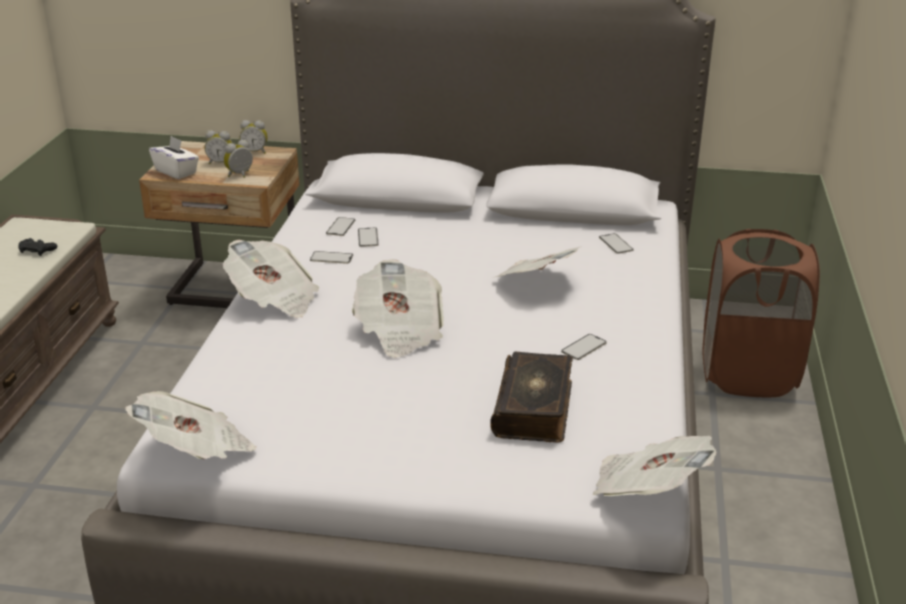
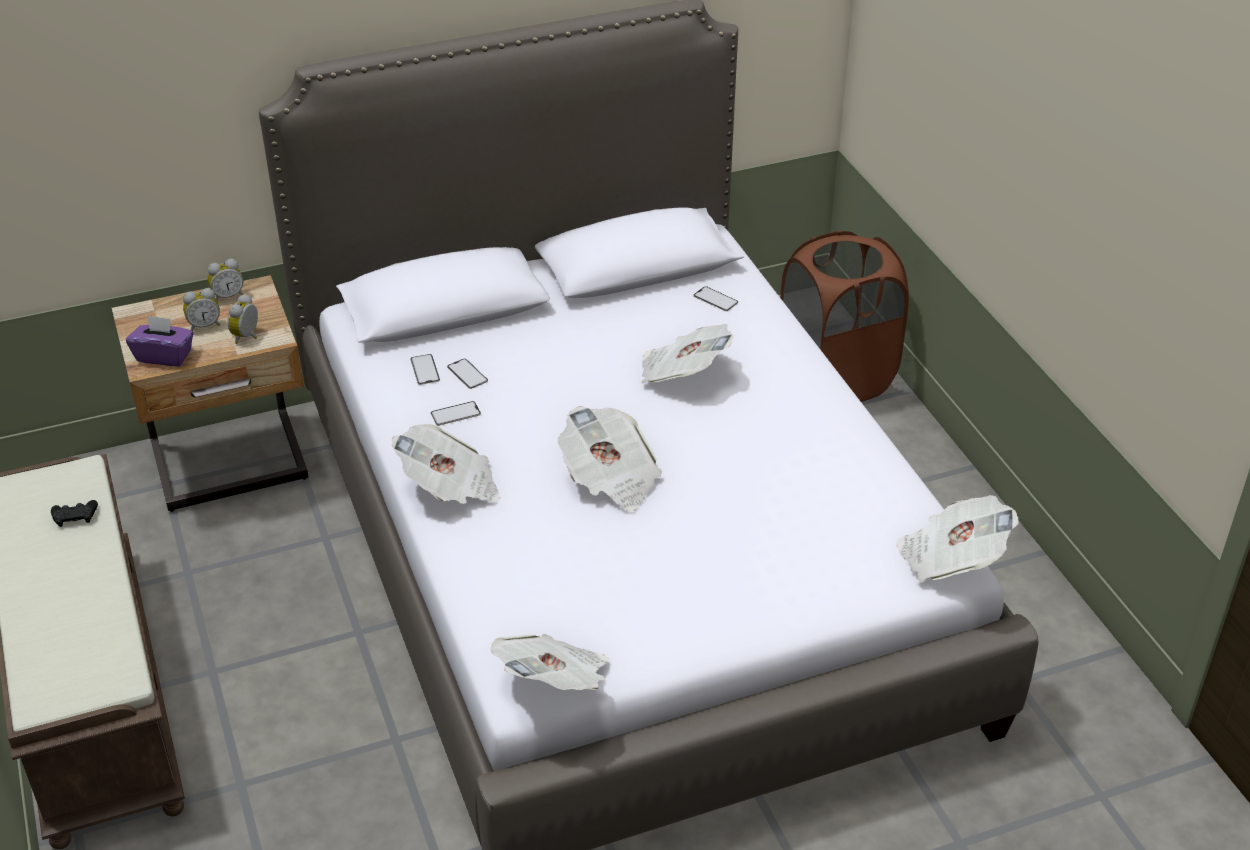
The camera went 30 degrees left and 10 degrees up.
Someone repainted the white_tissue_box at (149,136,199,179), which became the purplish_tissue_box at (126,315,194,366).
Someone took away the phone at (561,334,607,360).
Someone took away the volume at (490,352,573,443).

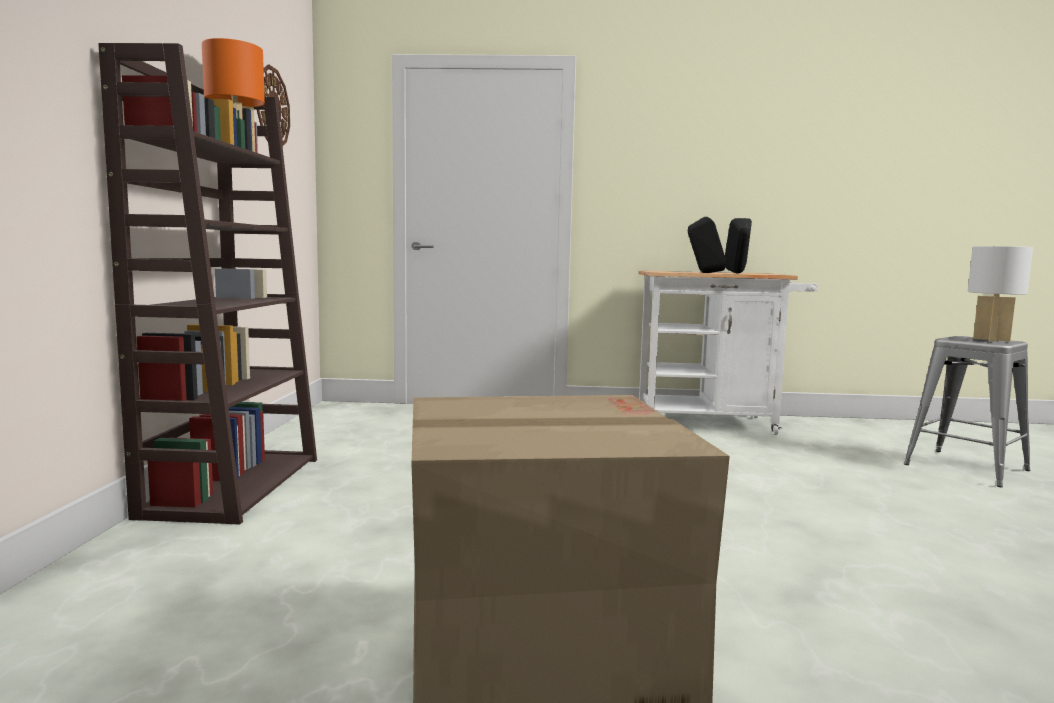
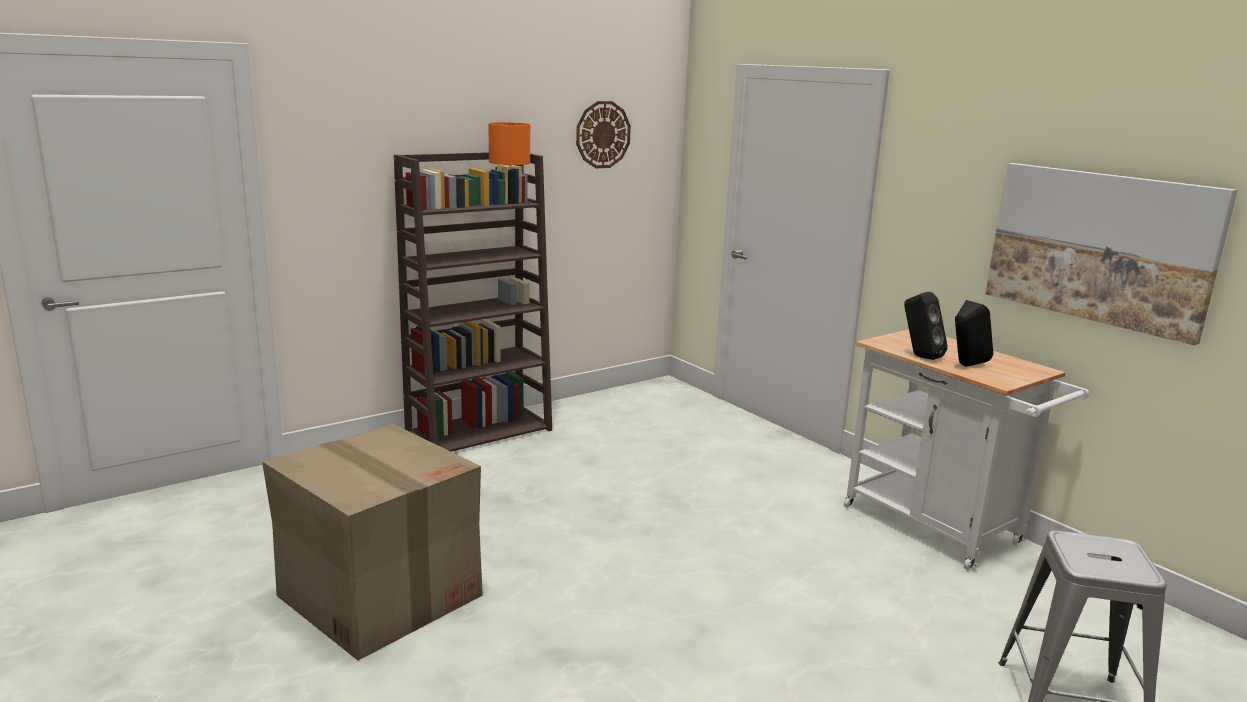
The camera went 50 degrees right and 10 degrees up.
Someone took away the white_table_lamp at (968,246,1033,341).
Someone put up the wall_art at (986,163,1238,345).

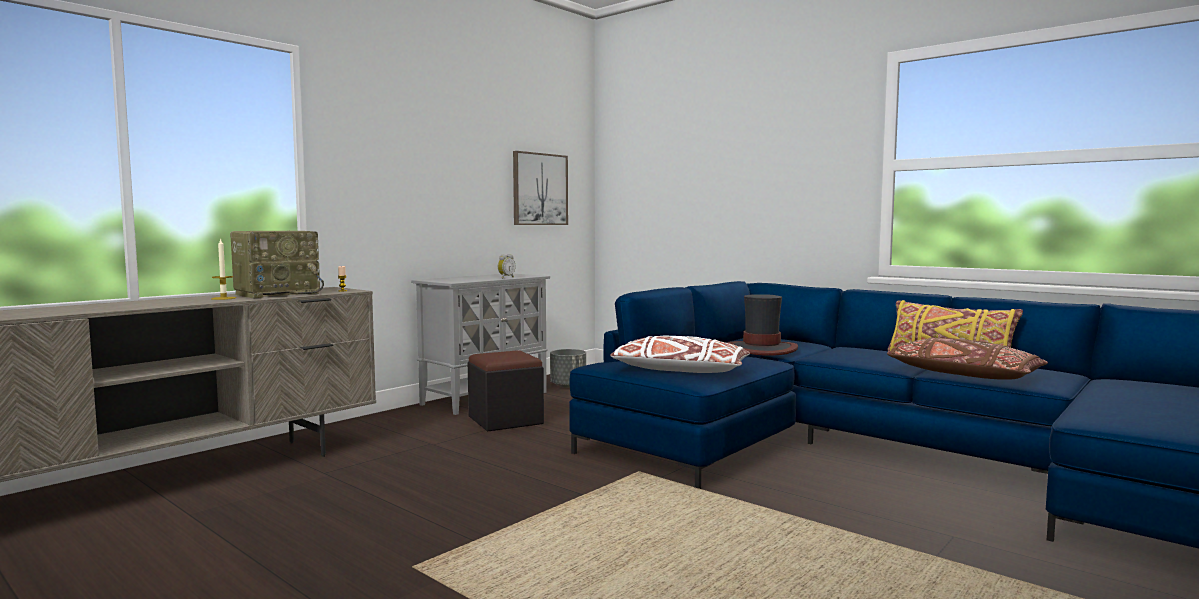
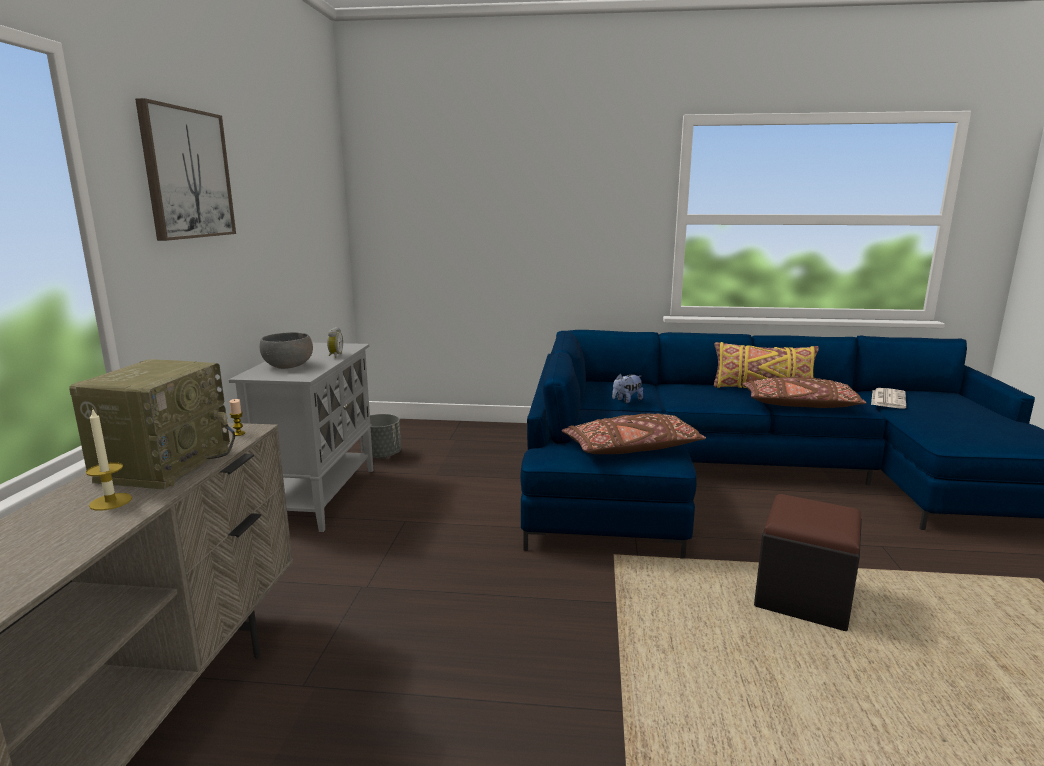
The camera went 35 degrees left and 10 degrees up.
Someone carried the wall_art from (513,151,568,225) to (135,98,236,241).
Someone swapped the clothing_hat at (727,294,798,356) for the cuddly_toy at (612,373,643,403).
Someone repainted the white_cushion at (610,336,750,373), which became the brownish_cushion at (562,413,706,454).
Someone carried the black-coloured_ottoman from (468,350,544,432) to (754,494,862,631).
Someone put down the gray_deep_dish at (259,332,313,369).
Someone put down the newspaper at (871,388,906,408).

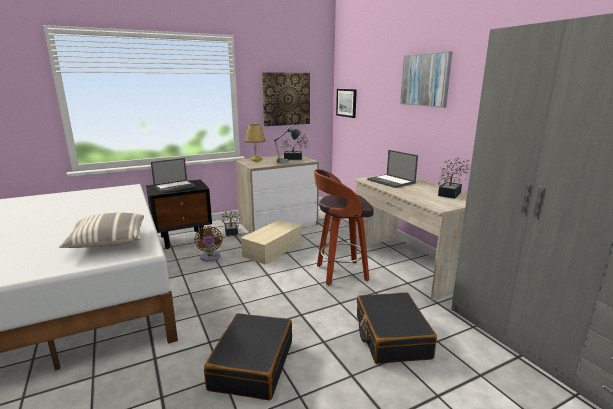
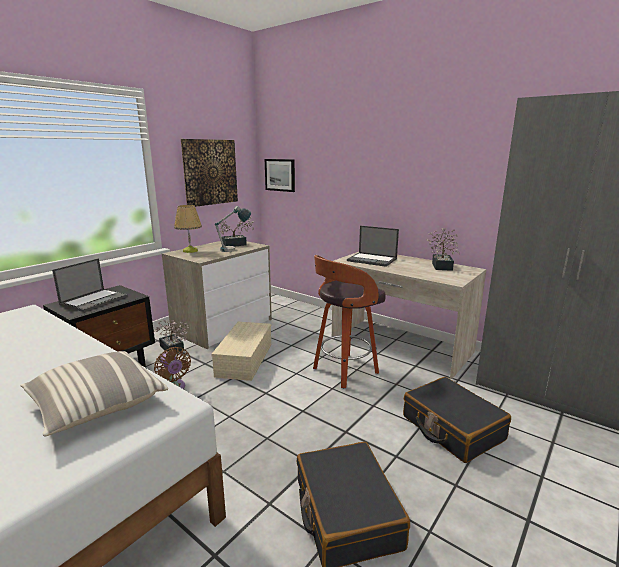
The camera went 25 degrees left and 0 degrees up.
Someone took away the wall_art at (400,51,453,108).

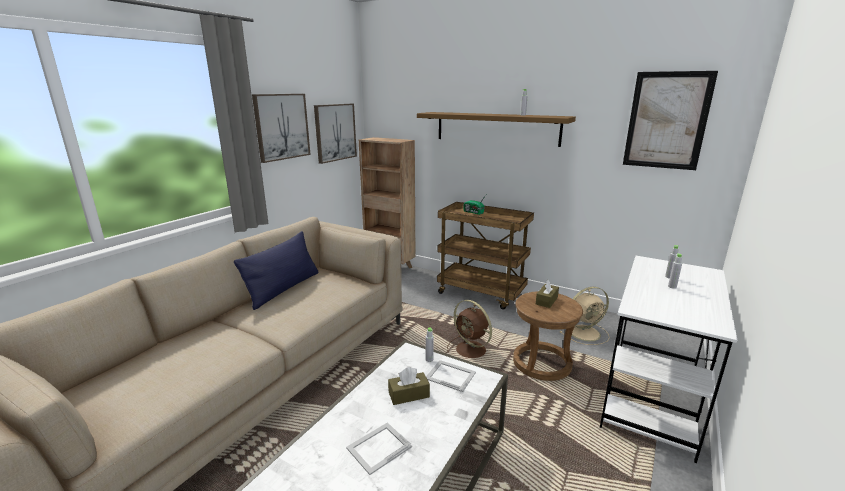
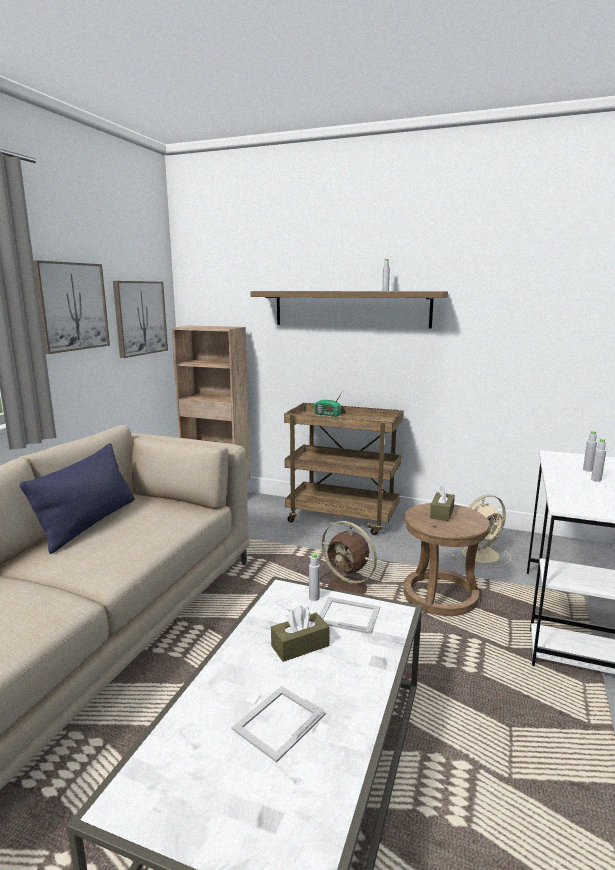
The camera went 10 degrees left and 5 degrees down.
Someone took away the wall_art at (623,71,718,170).

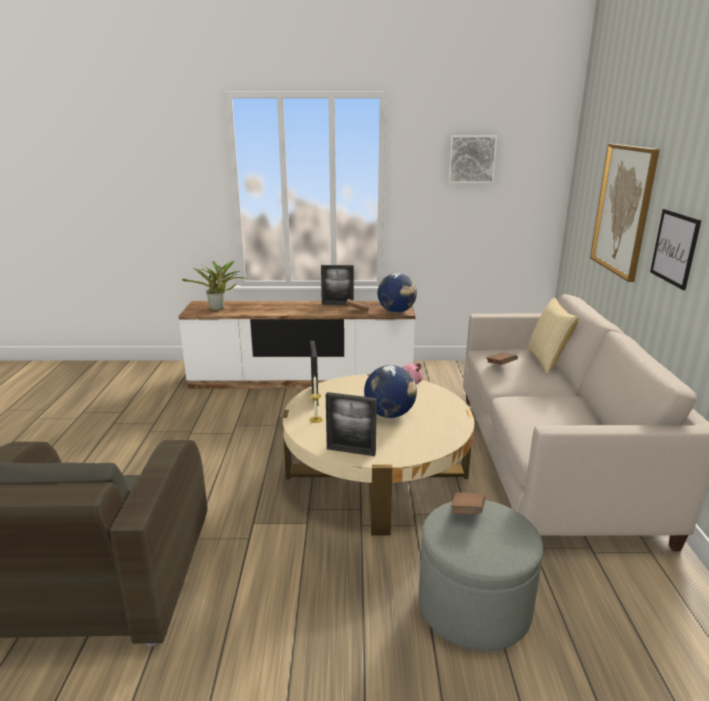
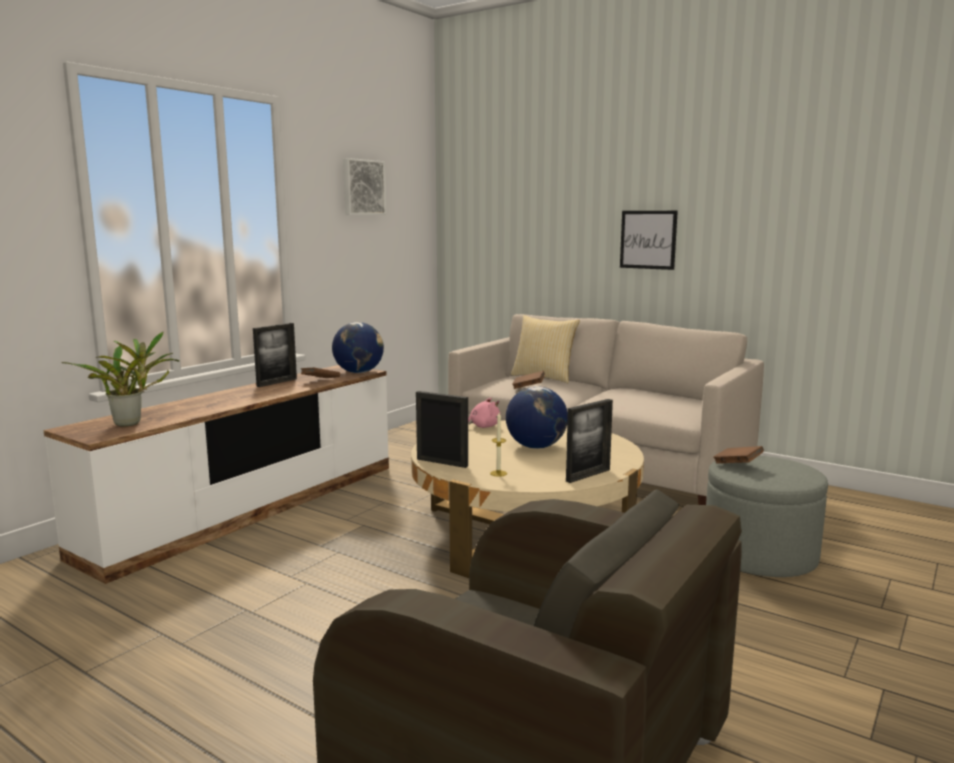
The camera went 55 degrees left and 10 degrees down.
Someone took away the wall_art at (590,144,660,282).

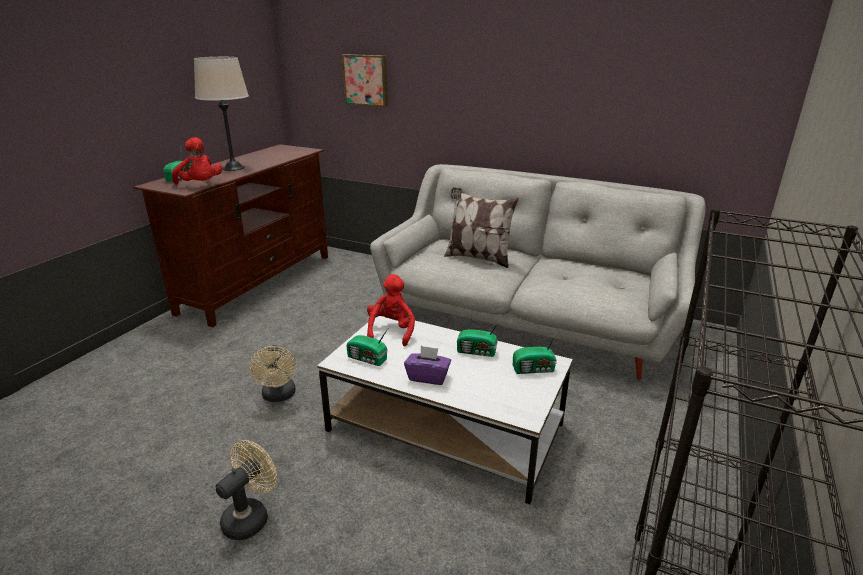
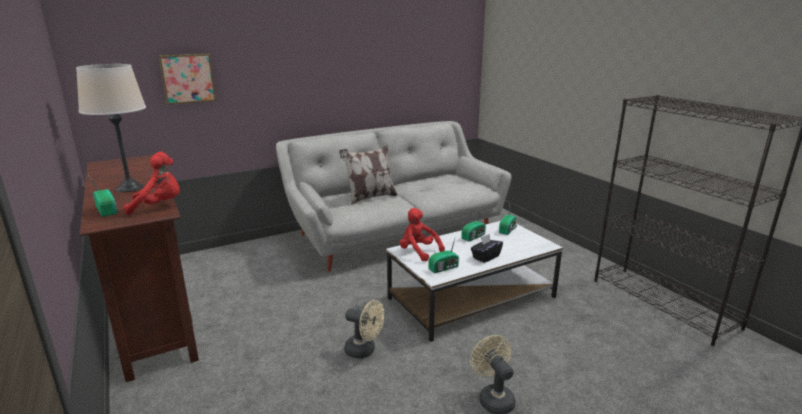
The camera went 55 degrees left and 5 degrees down.
Someone repainted the purplish_tissue_box at (404,346,451,385), which became the black-coloured_tissue_box at (471,234,503,263).

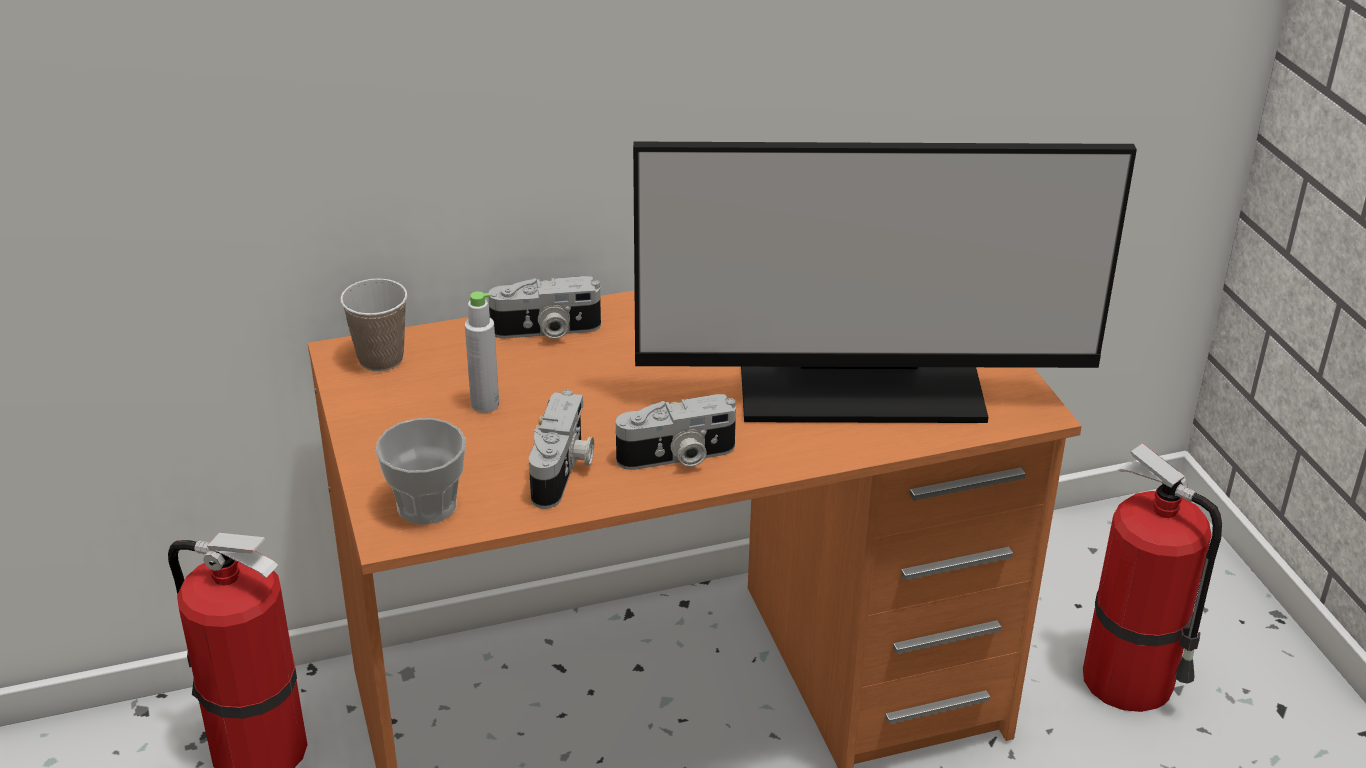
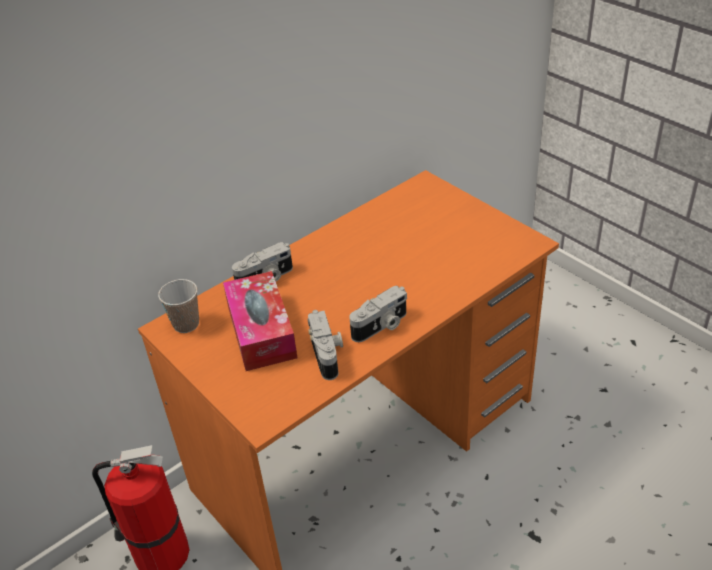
The camera went 20 degrees left and 5 degrees up.
Someone took away the computer_screen at (633,142,1137,423).
Someone swapped the gray_beverage_bottle at (465,291,499,413) for the tissue_box at (223,271,297,371).
Someone took away the drinking_cup at (376,418,466,525).
Someone took away the fire-fighting_cylinder at (1083,443,1222,712).

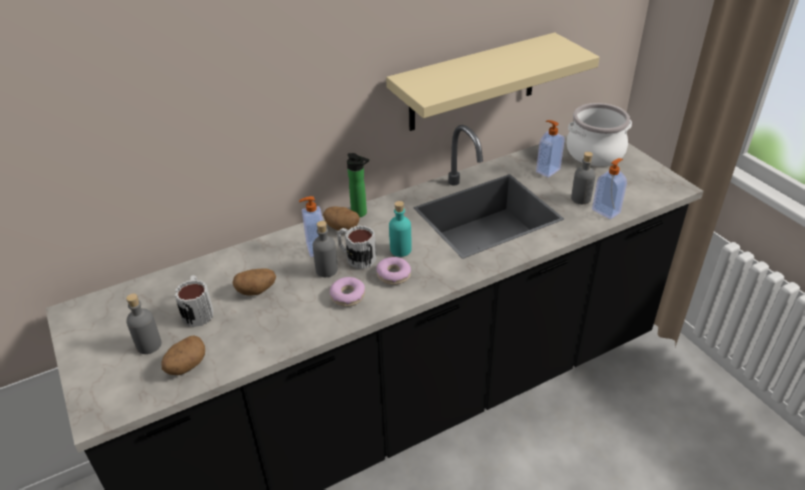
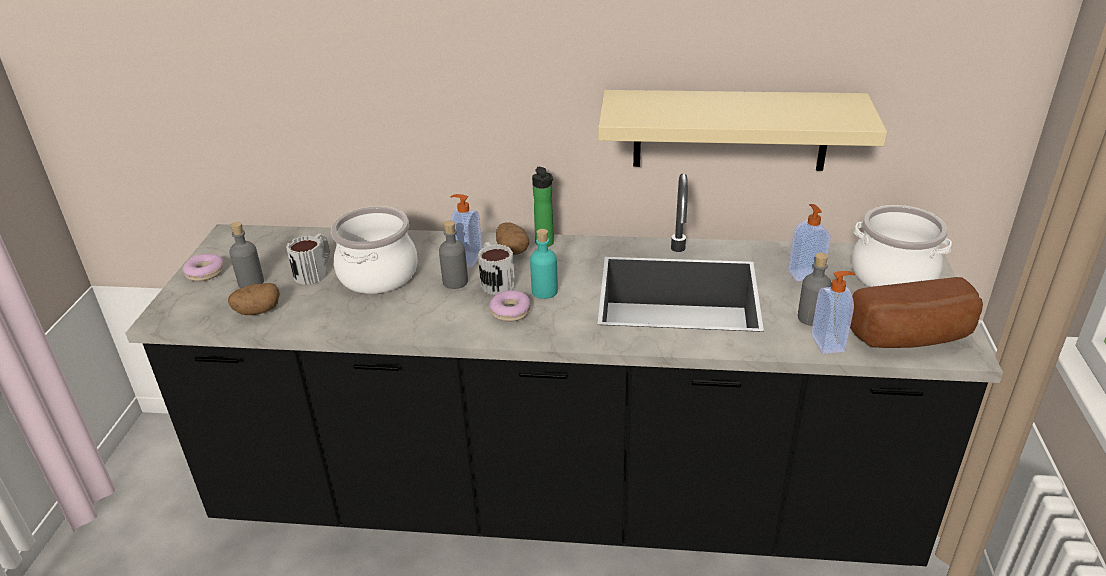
The camera went 35 degrees right and 5 degrees down.
Someone swapped the potato at (233,268,276,296) for the saucepot at (331,206,418,294).
Someone carried the ring_doughnut from (330,277,365,307) to (183,254,224,282).
Someone put down the bakery_bread at (850,277,983,348).

